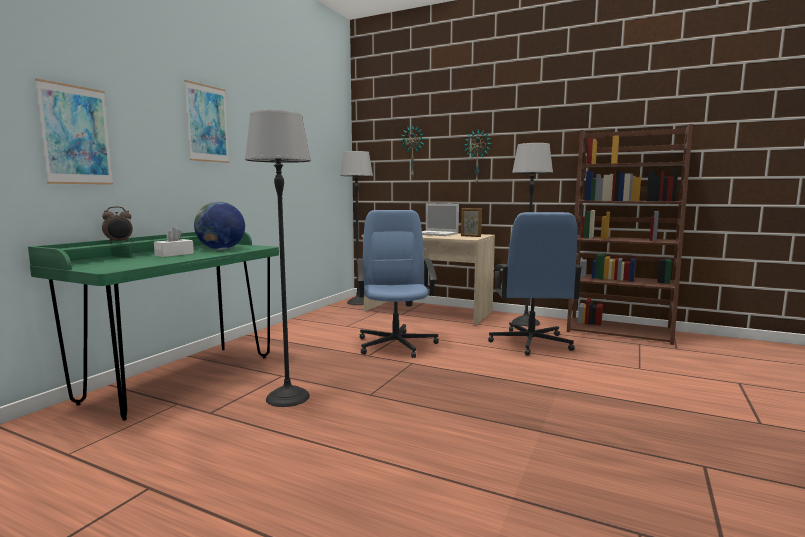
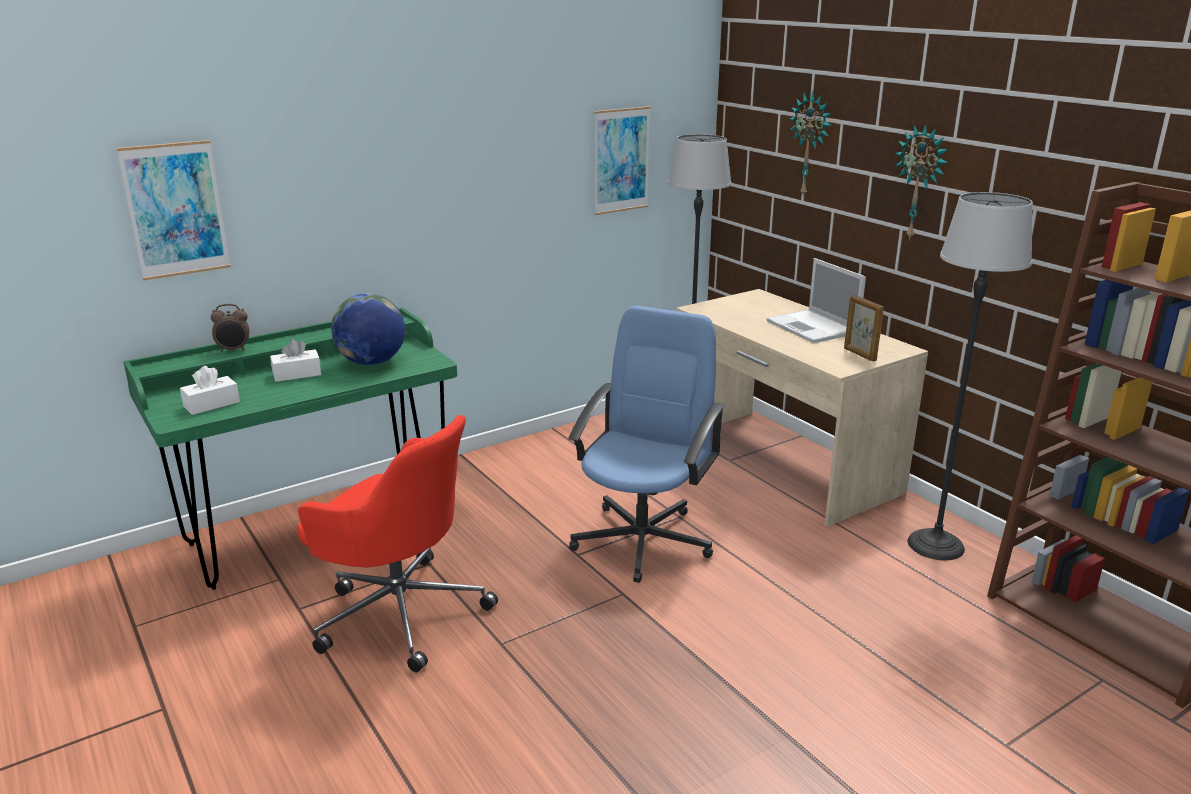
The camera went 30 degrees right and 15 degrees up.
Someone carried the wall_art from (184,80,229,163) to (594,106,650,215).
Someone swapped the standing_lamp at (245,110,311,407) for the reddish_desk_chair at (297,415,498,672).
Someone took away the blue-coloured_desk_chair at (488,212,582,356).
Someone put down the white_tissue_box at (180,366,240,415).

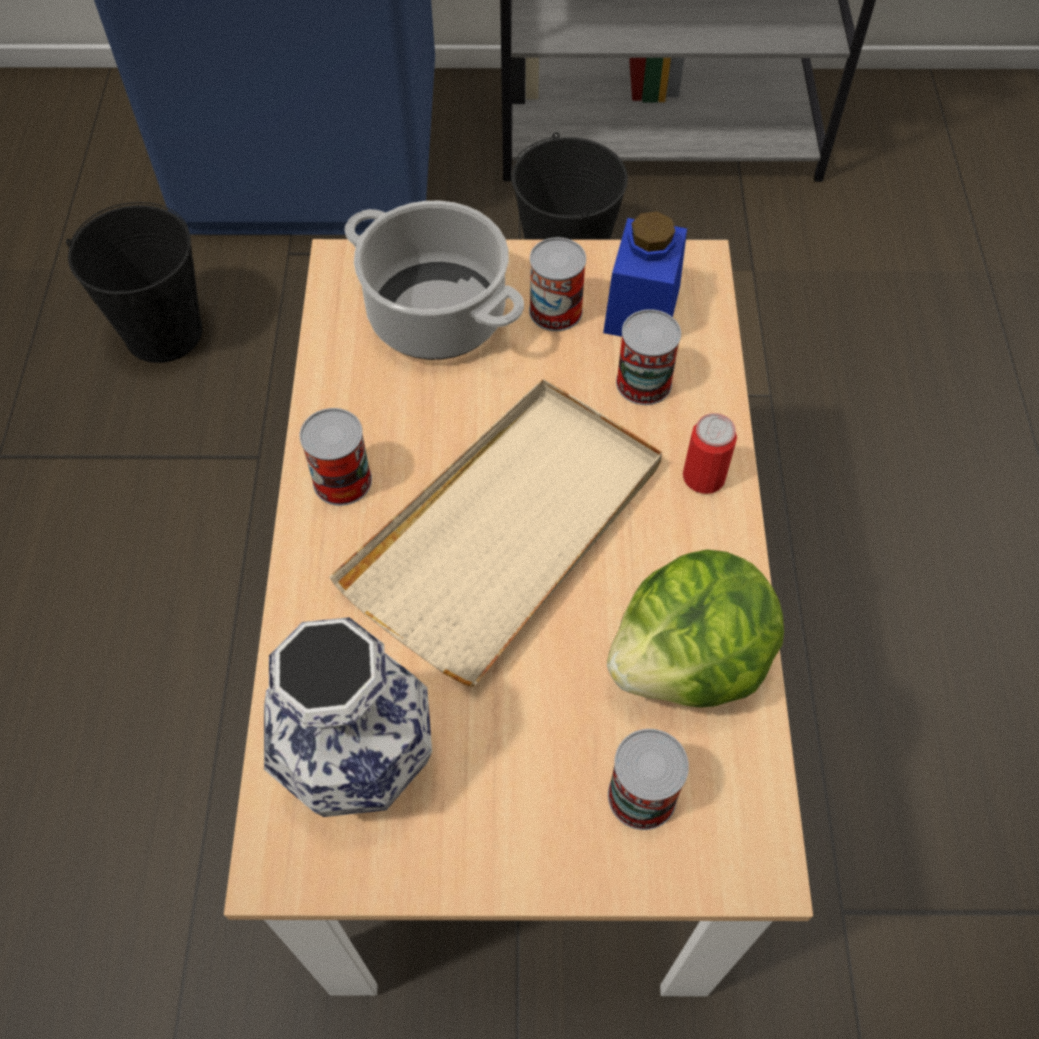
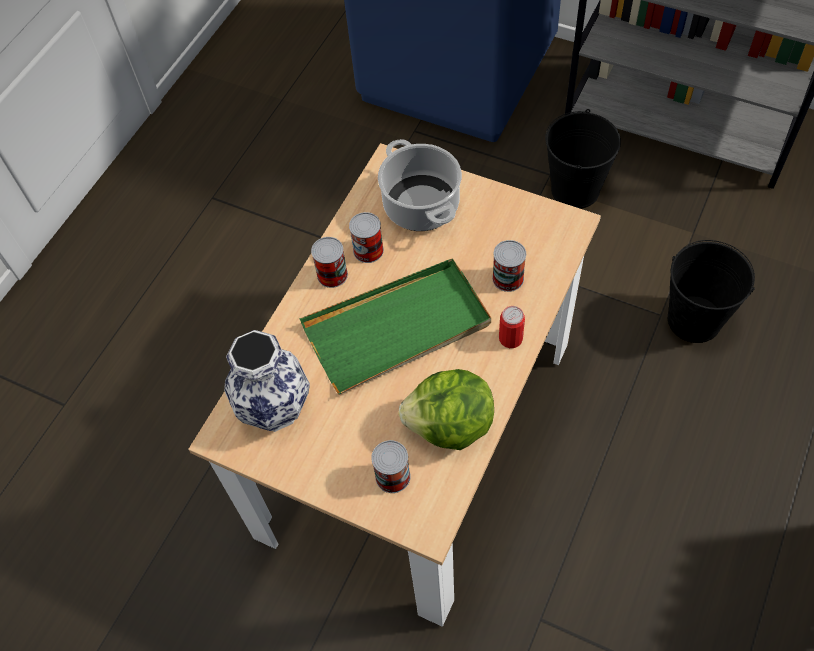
The camera went 30 degrees right and 0 degrees up.
Someone carried the black-coloured_water_bucket from (66,202,203,363) to (668,240,755,343).
Someone took away the blue-coloured_jar at (603,212,687,337).
Someone carried the metal_can from (529,237,586,331) to (349,212,384,263).
Someone repainted the sand-coloured_serving_tray at (329,379,662,687), which became the greenish_serving_tray at (300,258,491,394).

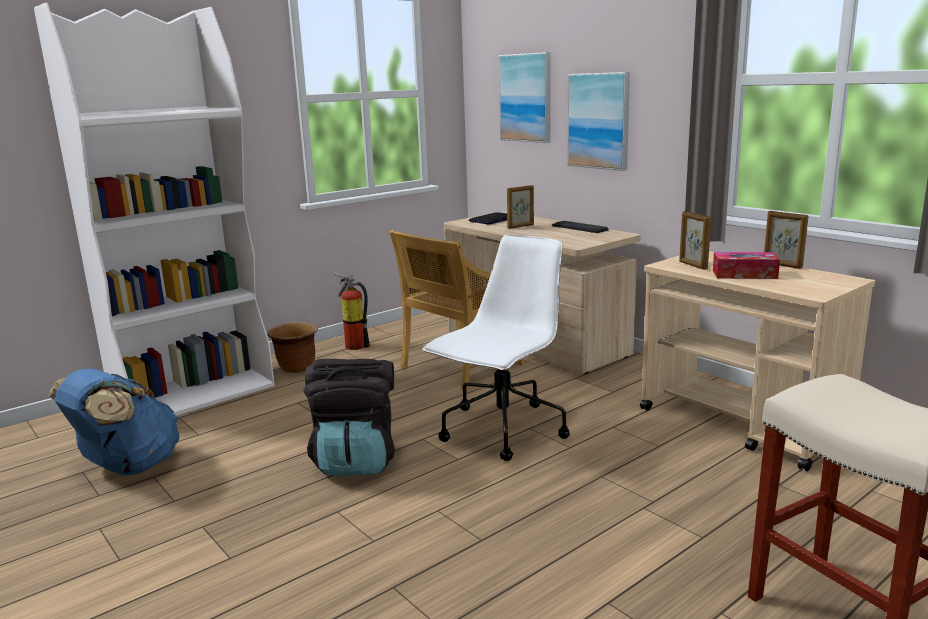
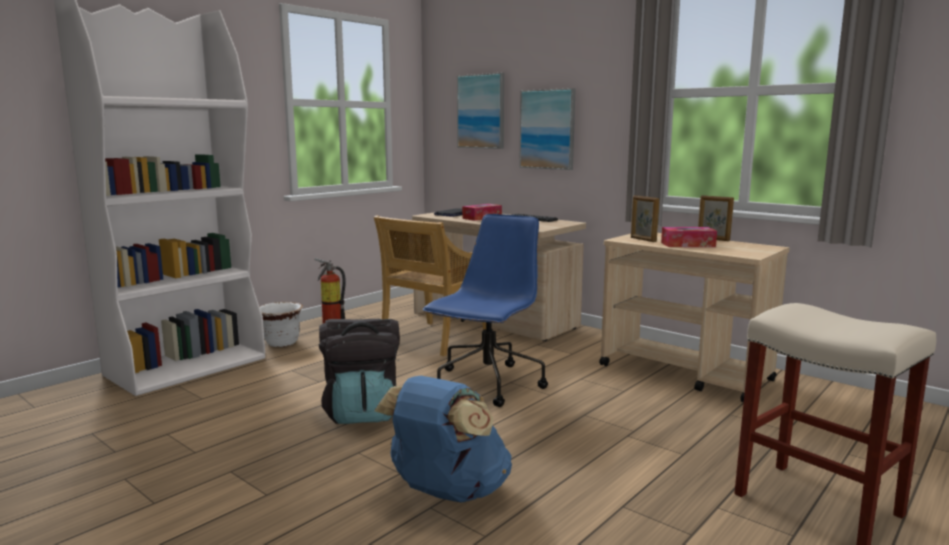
The camera went 10 degrees left and 5 degrees down.
Someone swapped the photo_frame at (507,185,534,229) for the tissue_box at (462,204,502,221).
Someone repainted the white_desk_chair at (423,234,570,461), which became the blue-coloured_desk_chair at (423,214,548,407).
Someone repainted the brownish_plant_pot at (267,322,318,372), which became the white_plant_pot at (260,302,303,347).
Someone carried the blue-coloured_knapsack from (49,369,179,476) to (374,376,512,503).

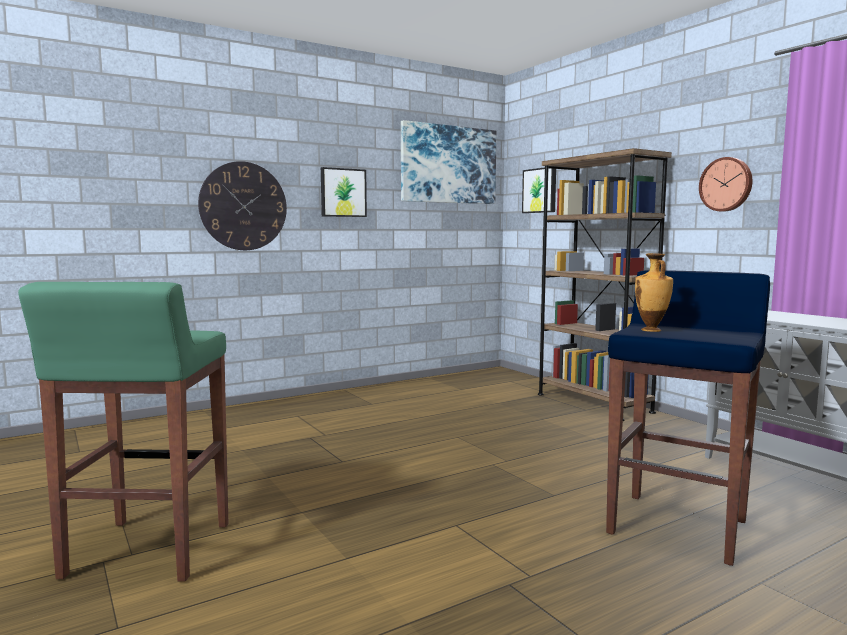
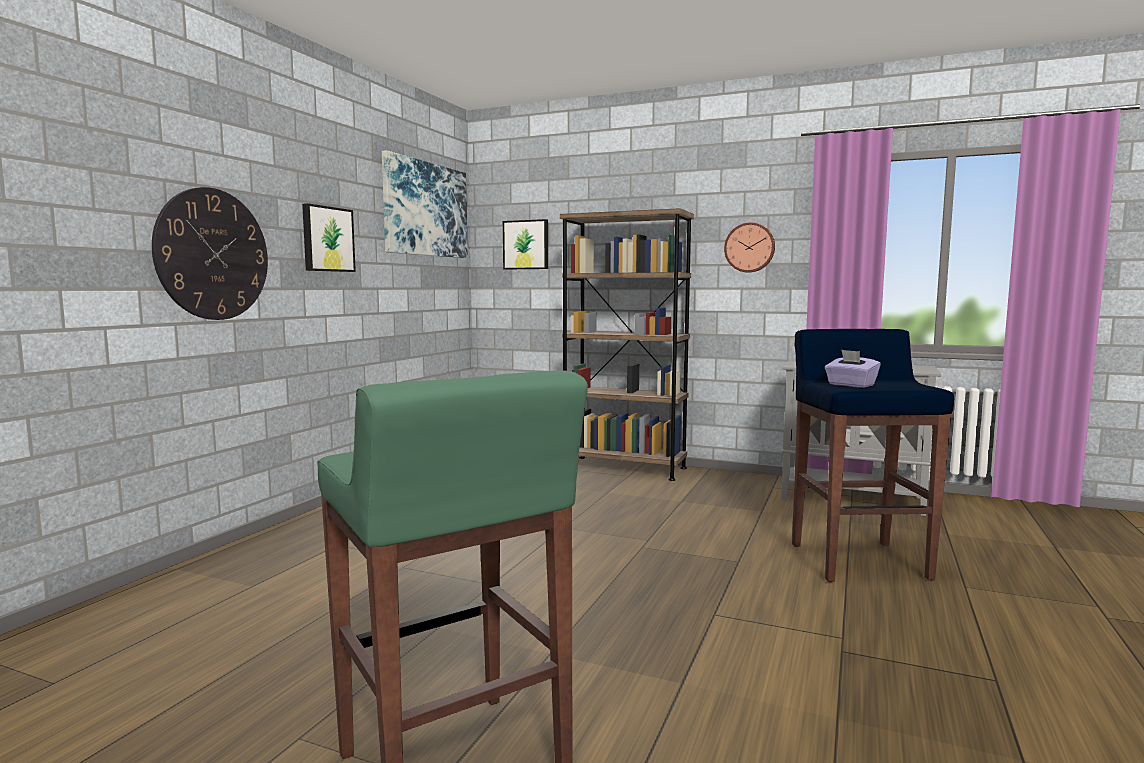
The camera went 35 degrees left and 0 degrees up.
Someone swapped the decorative_vase at (635,253,673,332) for the purplish_tissue_box at (825,350,880,388).

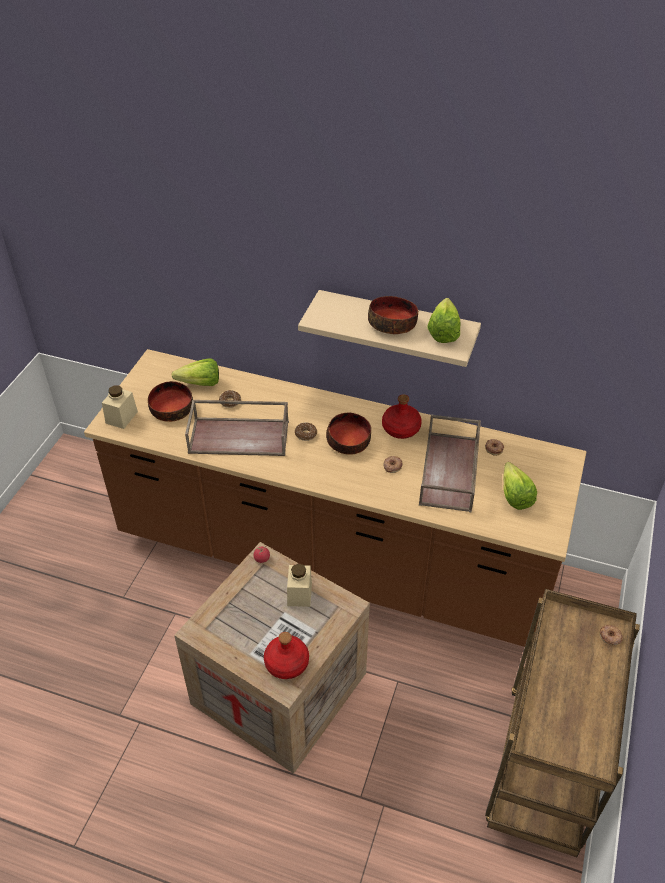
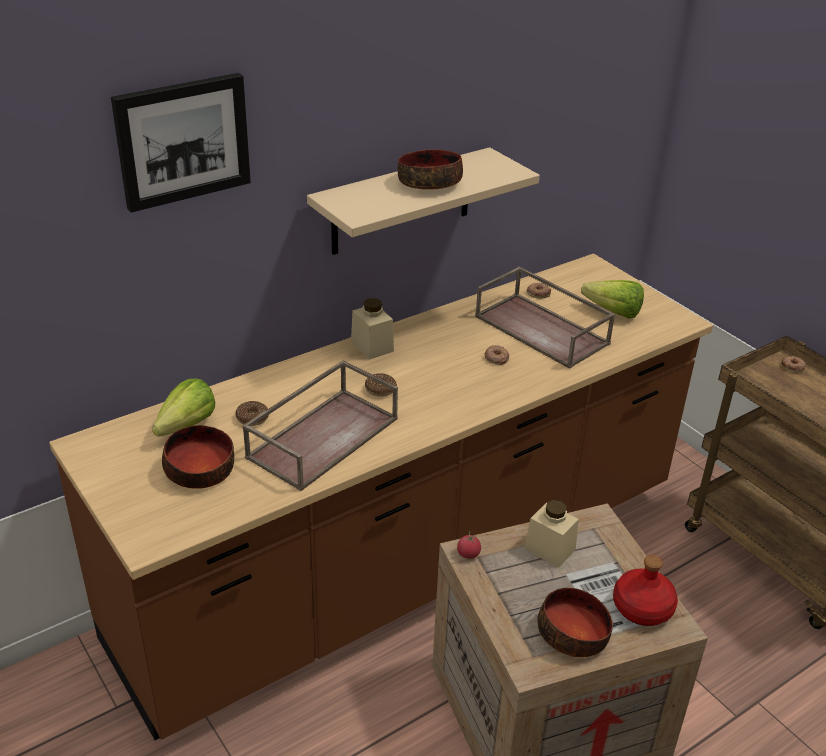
The camera went 55 degrees left and 10 degrees down.
Someone took away the head_of_lettuce at (427,298,460,343).
Someone carried the sand-coloured_jar from (102,385,138,429) to (351,298,394,360).
Someone took away the reddish_beverage_bottle at (382,394,422,439).
Someone carried the deep_dish from (326,412,371,455) to (537,588,613,657).
Someone put up the wall_art at (111,73,251,213).

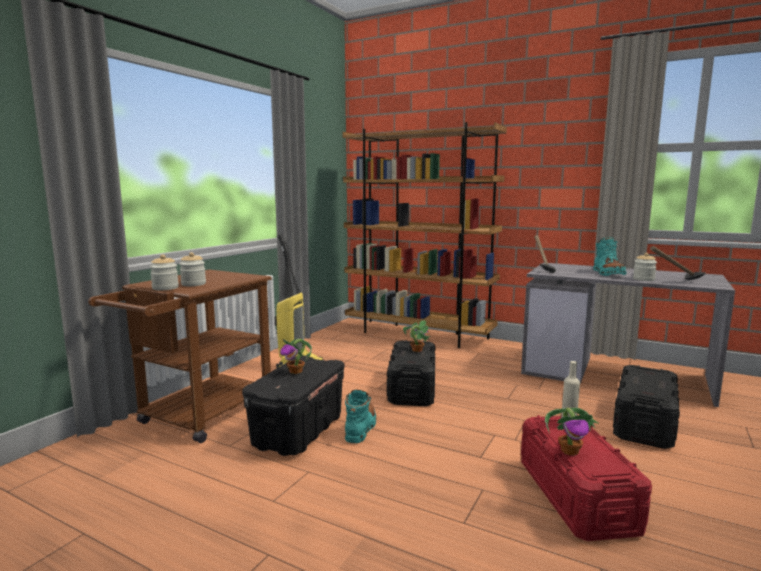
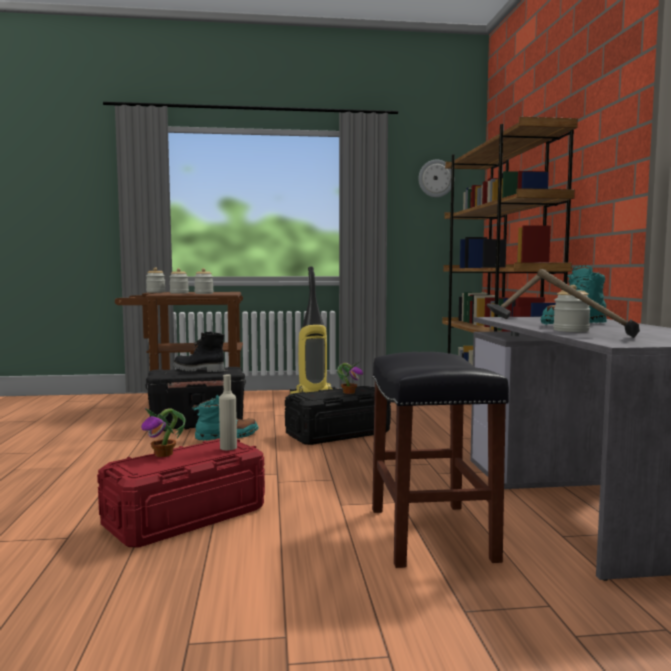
The camera went 55 degrees right and 5 degrees down.
Someone swapped the plant_in_a_pot at (280,338,312,374) for the black-coloured_tall_boot at (173,331,224,372).
Someone swapped the black-coloured_storage_bin at (613,365,680,449) for the black-coloured_sitting_stool at (372,352,509,568).
Someone put up the clock_on_the_wall at (418,160,452,197).
Someone put down the jar at (194,268,214,294).

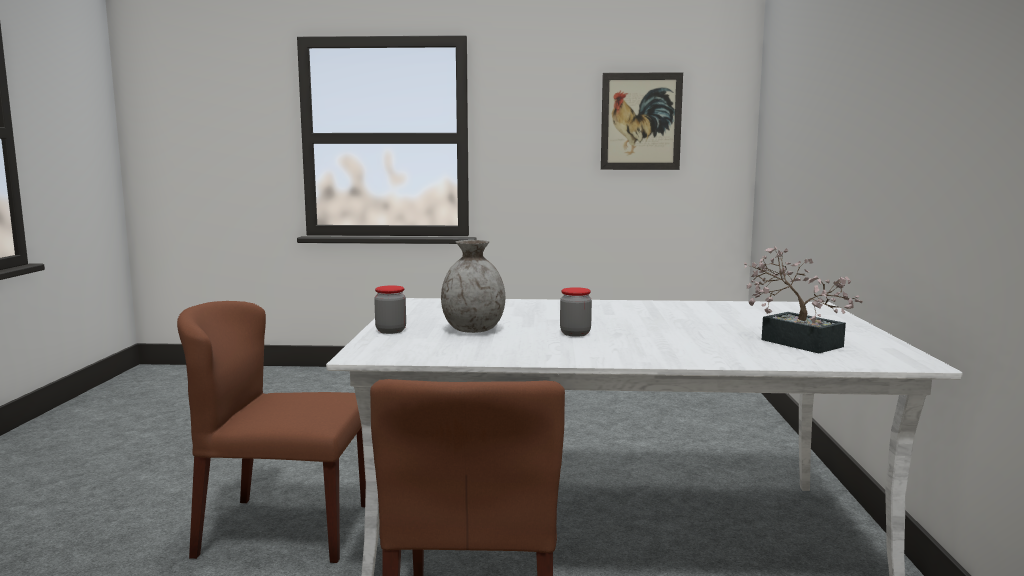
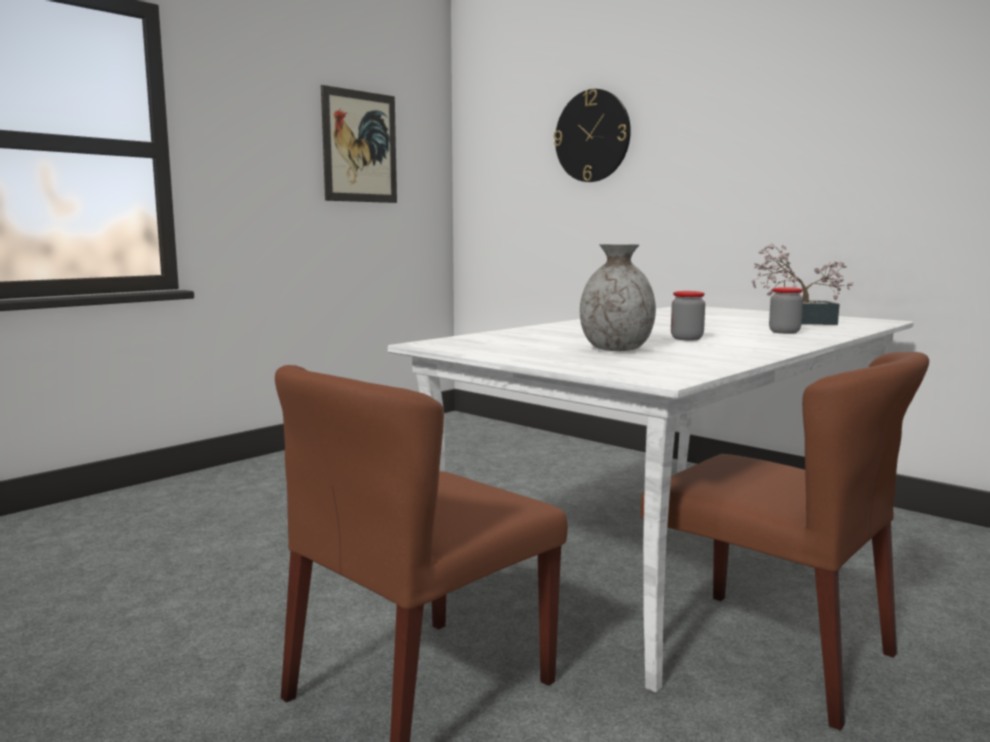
The camera went 50 degrees left and 0 degrees up.
Someone carried the jar from (374,285,406,334) to (769,287,803,334).
Someone put up the clock_on_the_wall at (554,89,631,182).

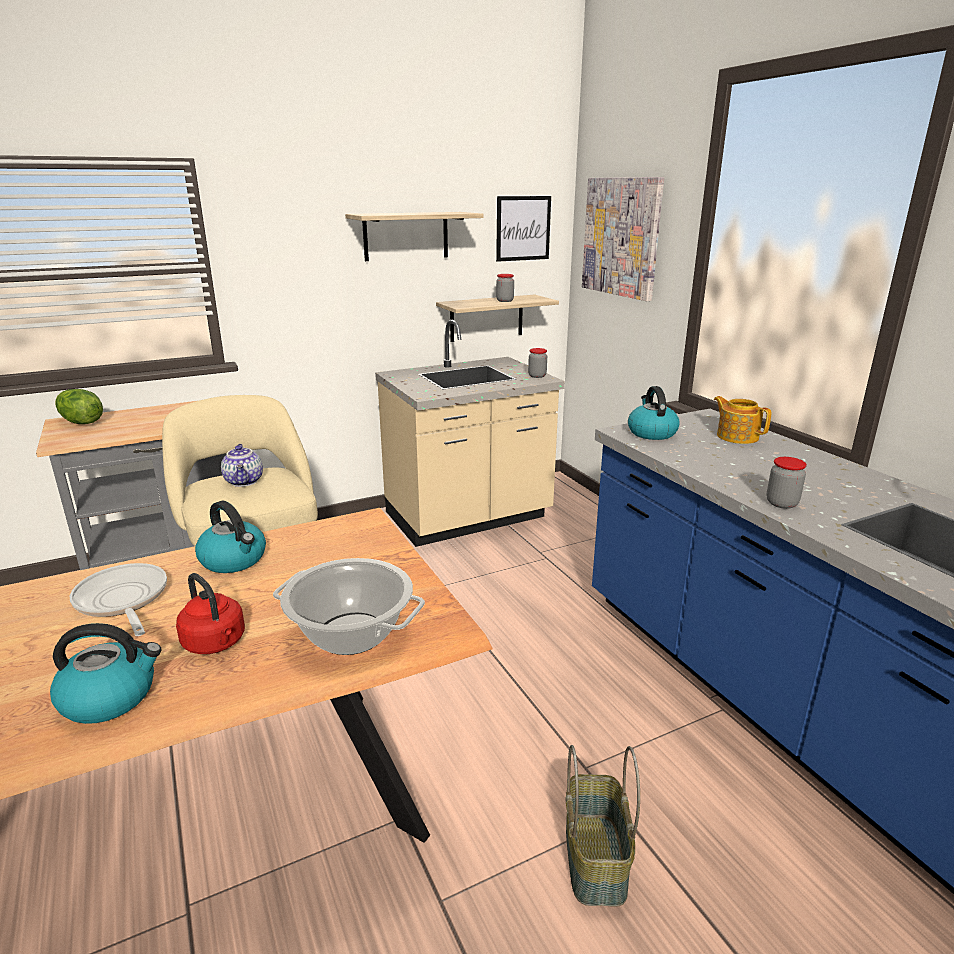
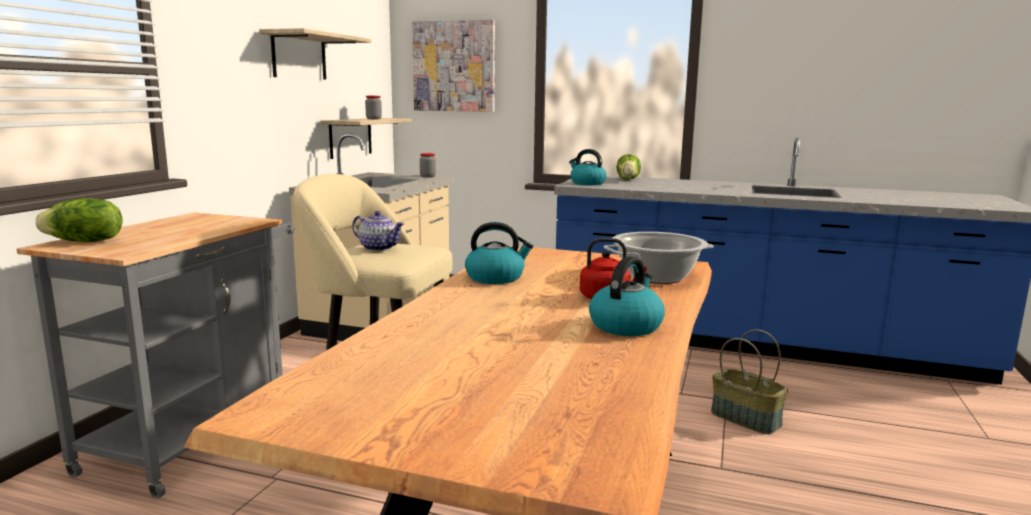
The camera went 45 degrees left and 10 degrees down.
Someone took away the wall_art at (496,196,551,262).
Someone swapped the teapot at (714,396,771,444) for the head_of_lettuce at (617,154,641,180).
Someone took away the jar at (767,457,807,509).
Someone took away the skillet at (70,563,167,636).

